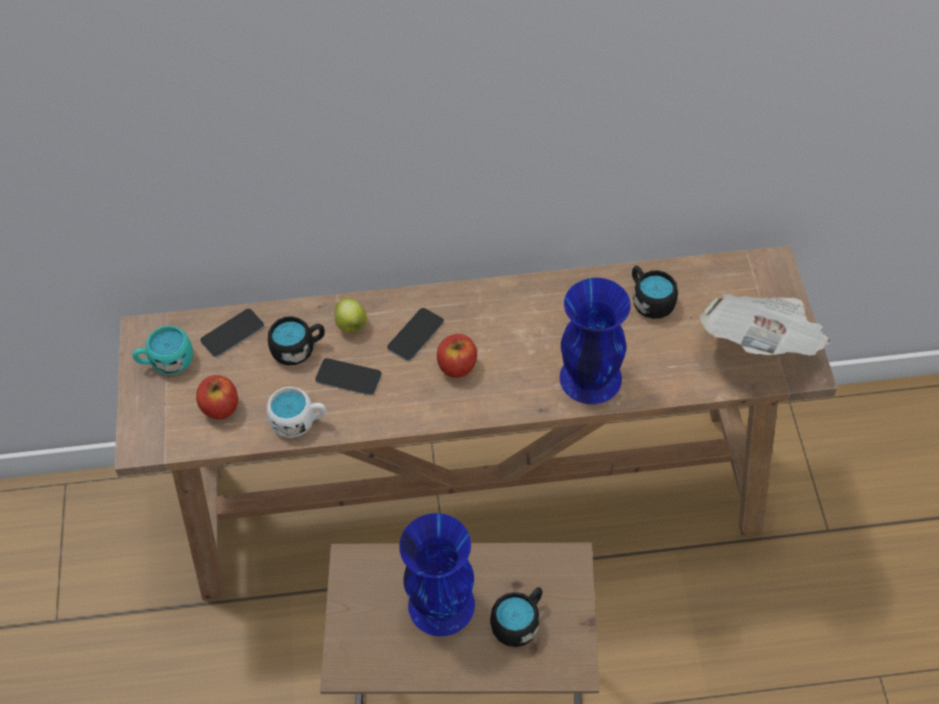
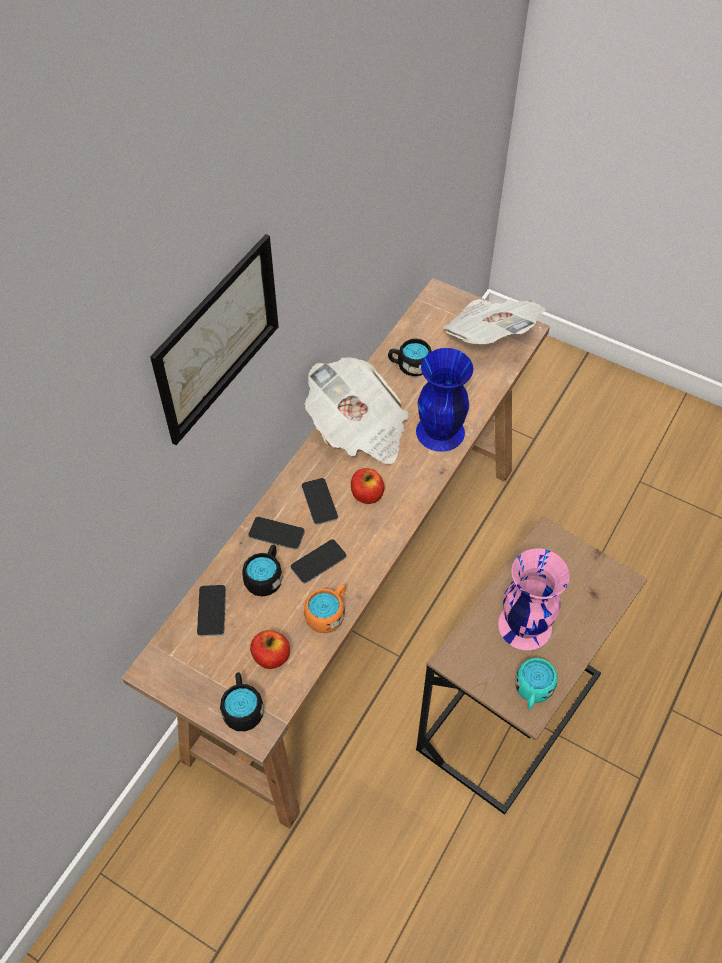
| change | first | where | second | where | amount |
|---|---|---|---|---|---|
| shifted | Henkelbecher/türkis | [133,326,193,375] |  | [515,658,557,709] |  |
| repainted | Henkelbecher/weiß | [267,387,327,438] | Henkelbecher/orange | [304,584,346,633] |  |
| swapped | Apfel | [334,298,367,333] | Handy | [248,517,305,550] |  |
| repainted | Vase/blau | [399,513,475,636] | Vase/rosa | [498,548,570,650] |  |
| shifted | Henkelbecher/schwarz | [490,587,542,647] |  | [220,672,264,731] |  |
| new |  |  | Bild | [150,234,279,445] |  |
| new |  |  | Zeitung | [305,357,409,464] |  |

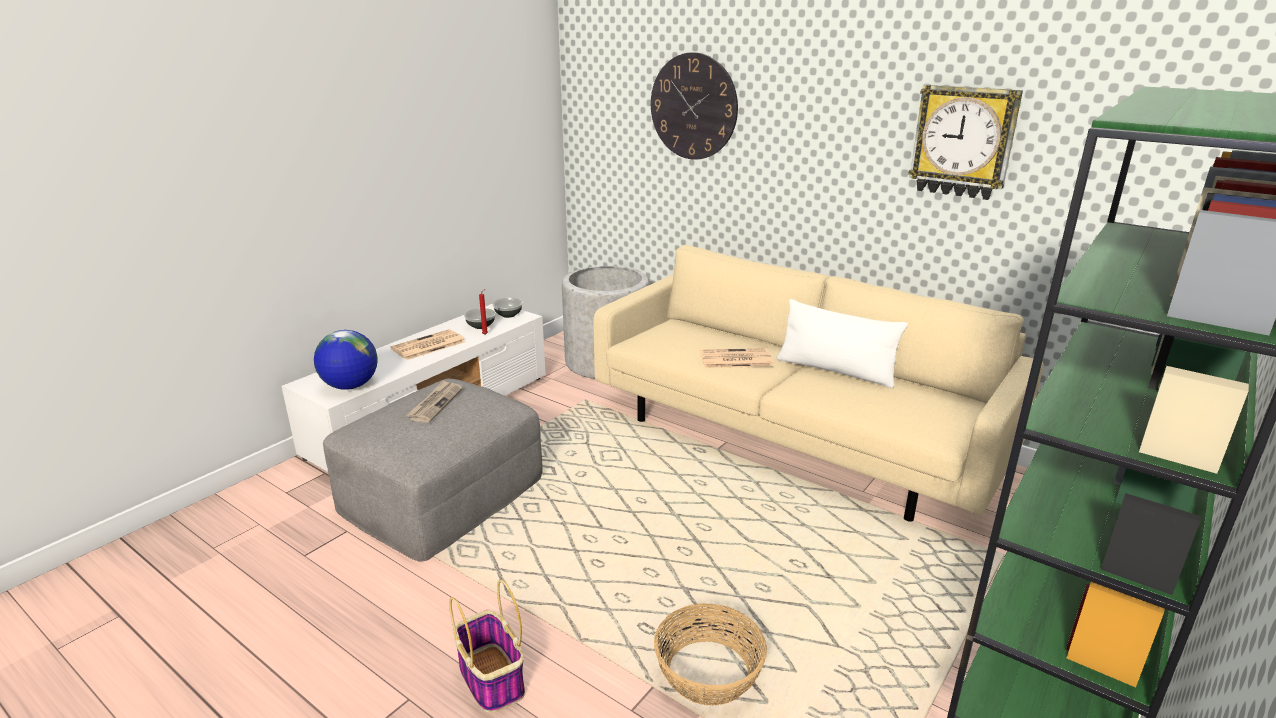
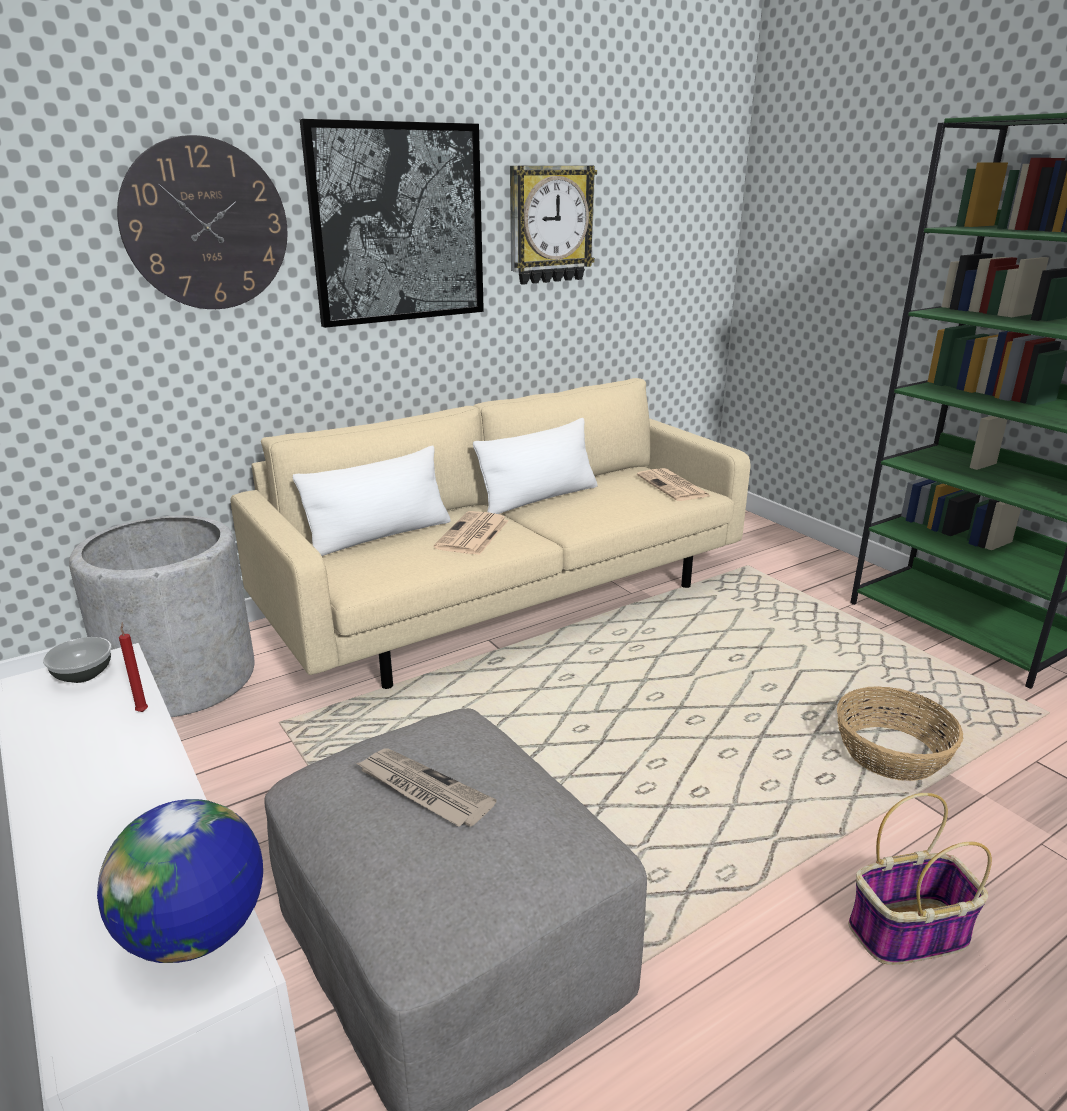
| change | first | where | second | where | amount |
|---|---|---|---|---|---|
| shifted | Zeitung | [390,329,466,360] |  | [637,468,710,501] |  |
| gone | Schüssel | [464,308,496,329] |  |  |  |
| new |  |  | Kissen/weiß | [293,446,451,556] |  |
| new |  |  | Bild | [300,119,484,328] |  |

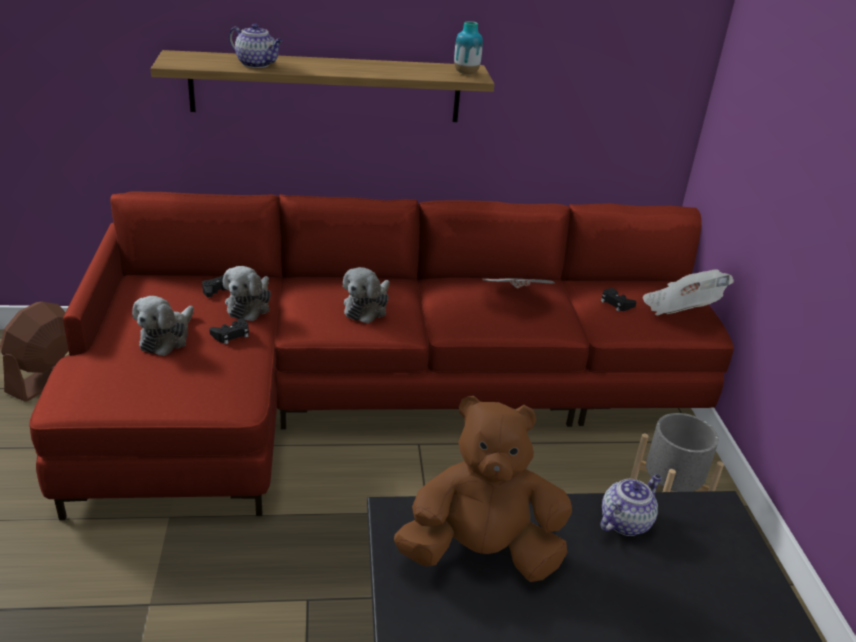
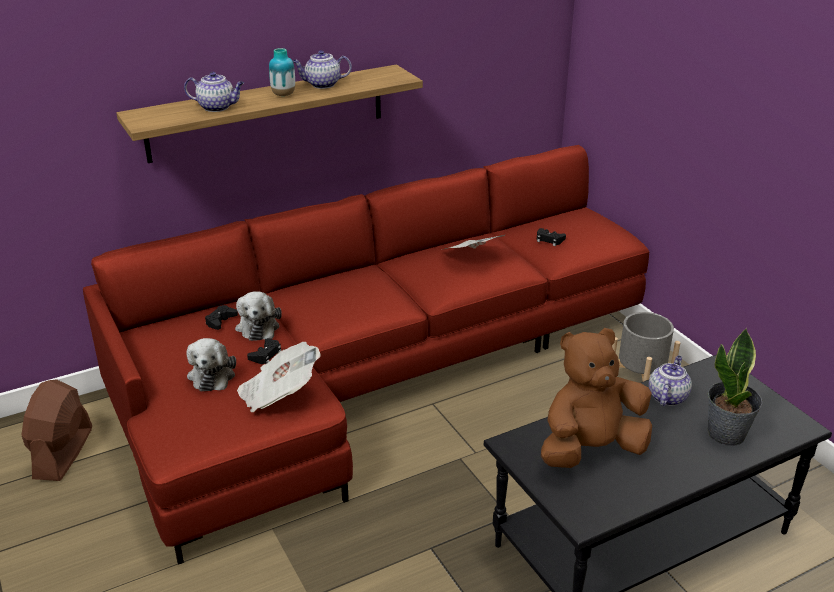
| change | first | where | second | where | amount |
|---|---|---|---|---|---|
| gone | Plüschtier | [343,267,390,324] |  |  |  |
| shifted | Vase | [454,21,483,74] |  | [269,48,295,96] |  |
| shifted | Zeitung | [642,269,734,315] |  | [237,342,320,412] |  |
| new |  |  | Teekanne | [293,50,352,89] |  |
| new |  |  | Topfpflanze | [707,328,762,446] |  |

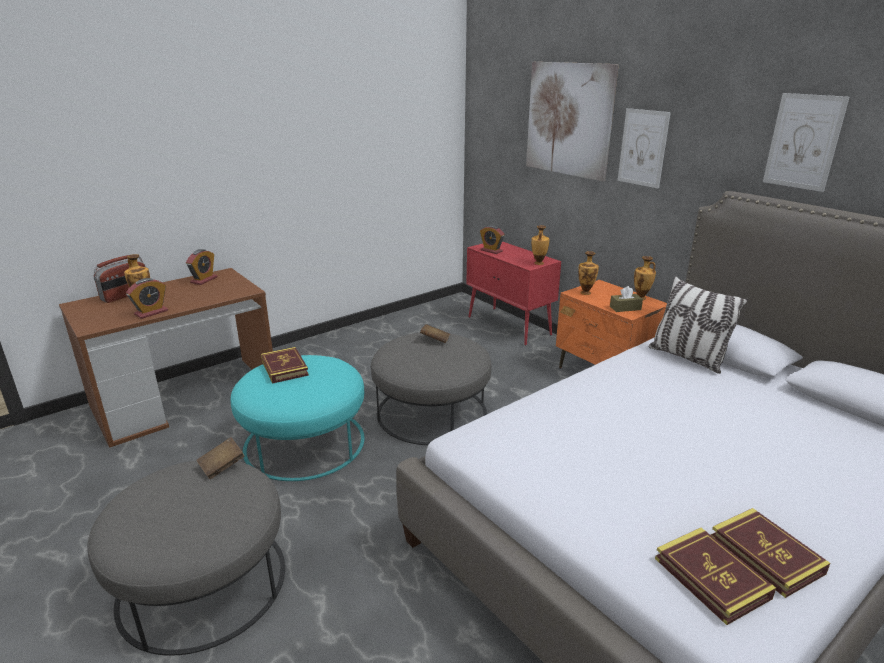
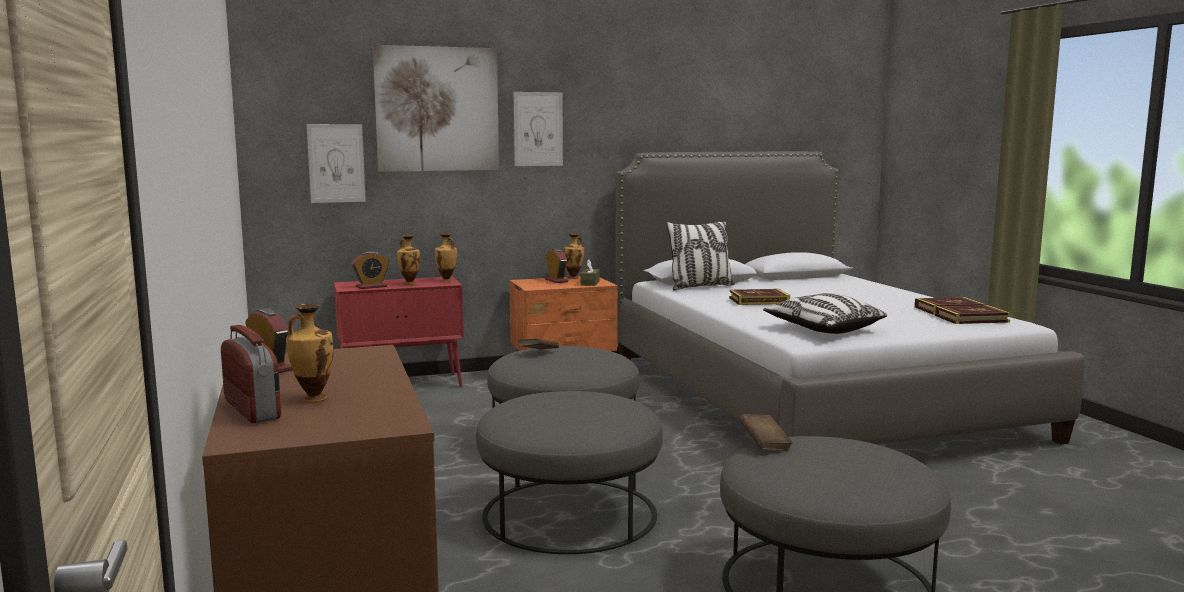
| change | first | where | second | where | amount |
|---|---|---|---|---|---|
| shifted | Wecker | [126,278,168,319] |  | [545,248,568,283] |  |
| repainted | Polsterhocker/türkis | [231,355,364,481] | Polsterhocker/grau | [476,391,663,554] |  |
| shifted | Buch | [261,347,309,384] |  | [729,289,790,305] |  |
| shifted | Vase | [578,251,599,295] |  | [397,235,420,285] |  |
| shifted | Bild | [763,93,849,192] |  | [307,124,366,203] |  |
| new |  |  | Kissen | [763,293,887,334] |  |

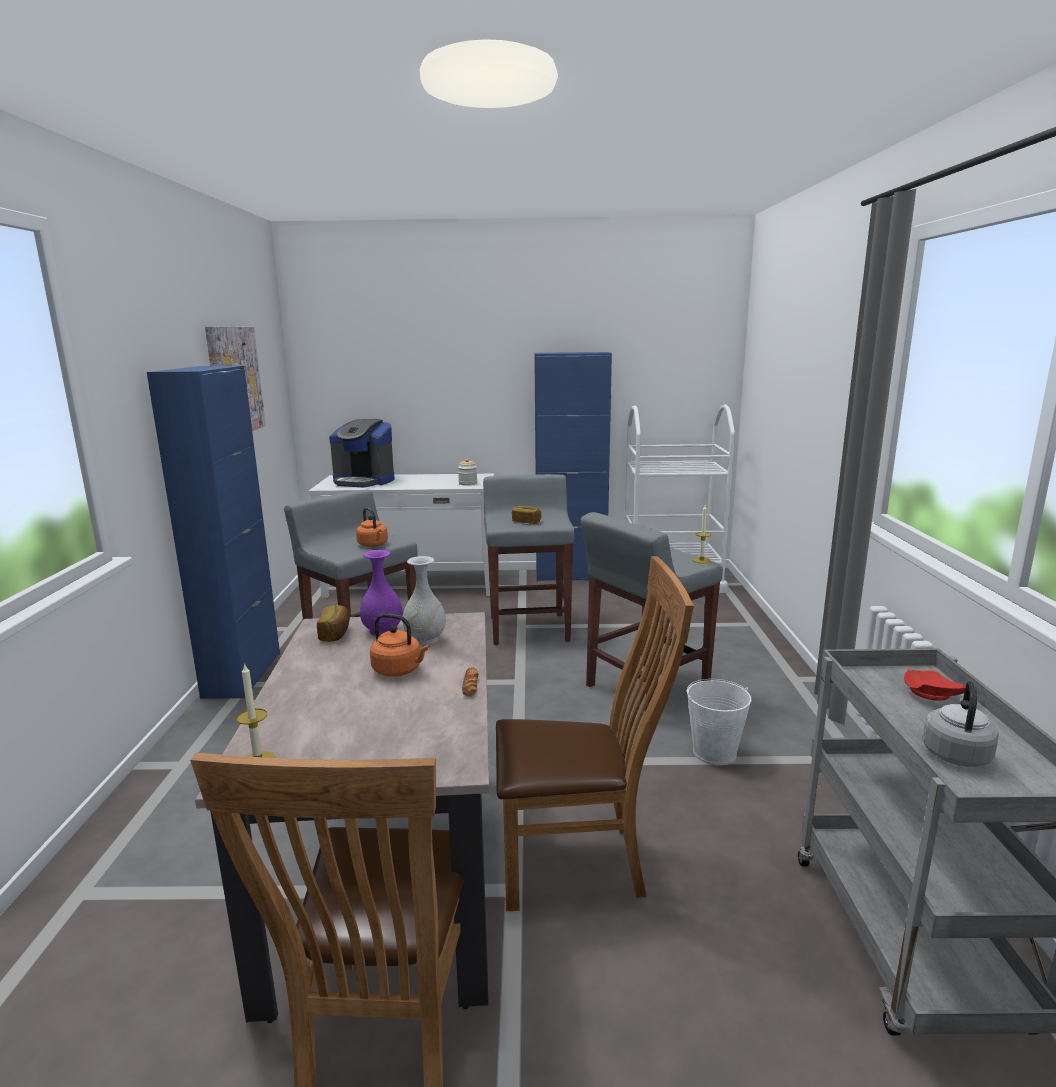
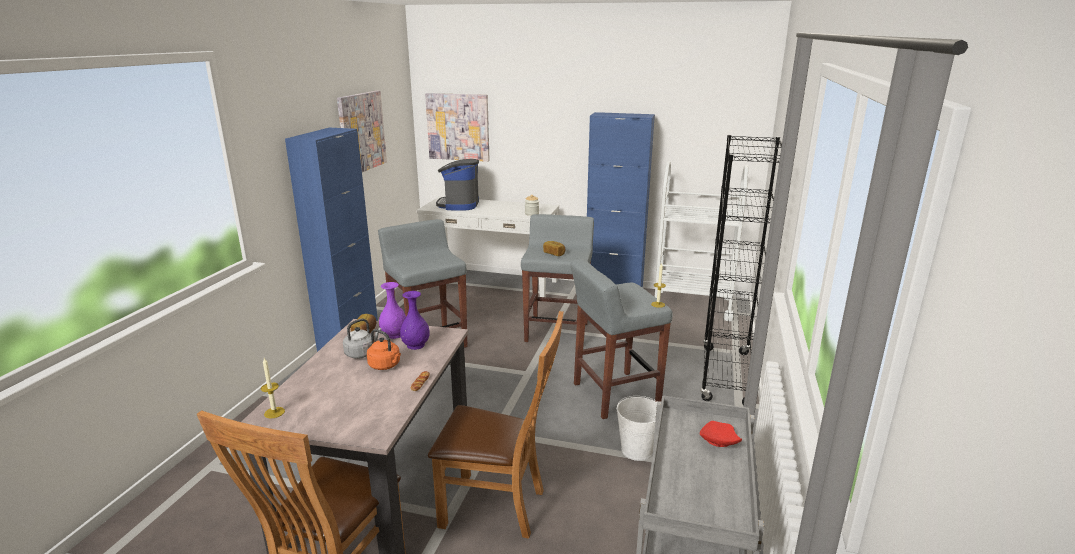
| change | first | where | second | where | amount |
|---|---|---|---|---|---|
| rotated | Kaffeemaschine | [329,419,395,487] |  | [436,159,479,211] | 60 degrees clockwise |
| gone | Wasserkessel/orange | [356,507,388,547] |  |  |  |
| repainted | Vase/weiß | [403,556,446,645] | Vase/lila | [400,291,430,350] |  |
| shifted | Wasserkessel/grau | [922,681,999,767] |  | [343,319,381,359] |  |
| new |  |  | Bild | [425,93,490,162] |  |
| new |  |  | Bücherregal/schwarz | [700,135,782,405] |  |

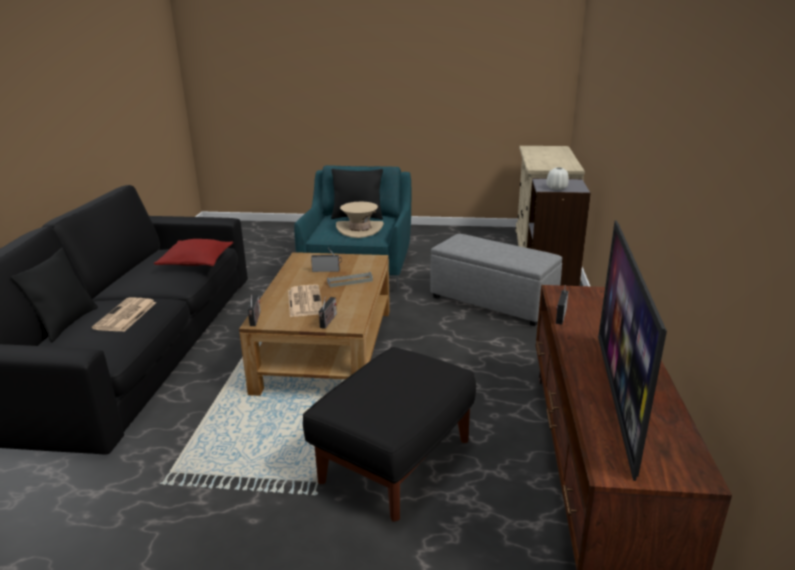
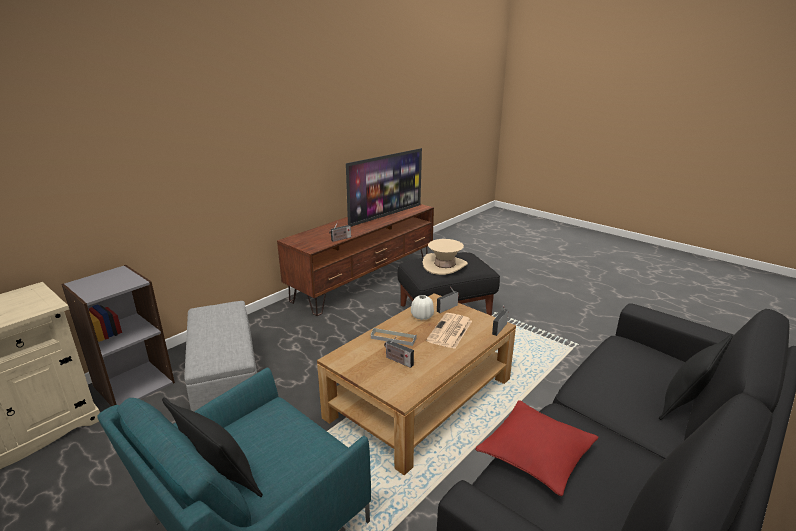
| change | first | where | second | where | amount |
|---|---|---|---|---|---|
| gone | Zeitung | [92,298,157,332] |  |  |  |
| shifted | Hut/beige | [336,202,384,238] |  | [423,239,468,275] |  |
| shifted | Vase/weiß | [546,167,569,190] |  | [411,295,434,320] |  |

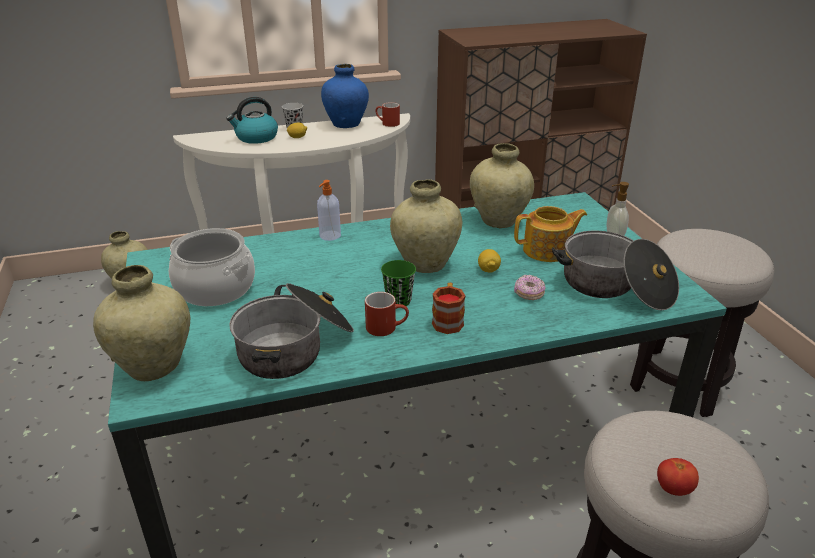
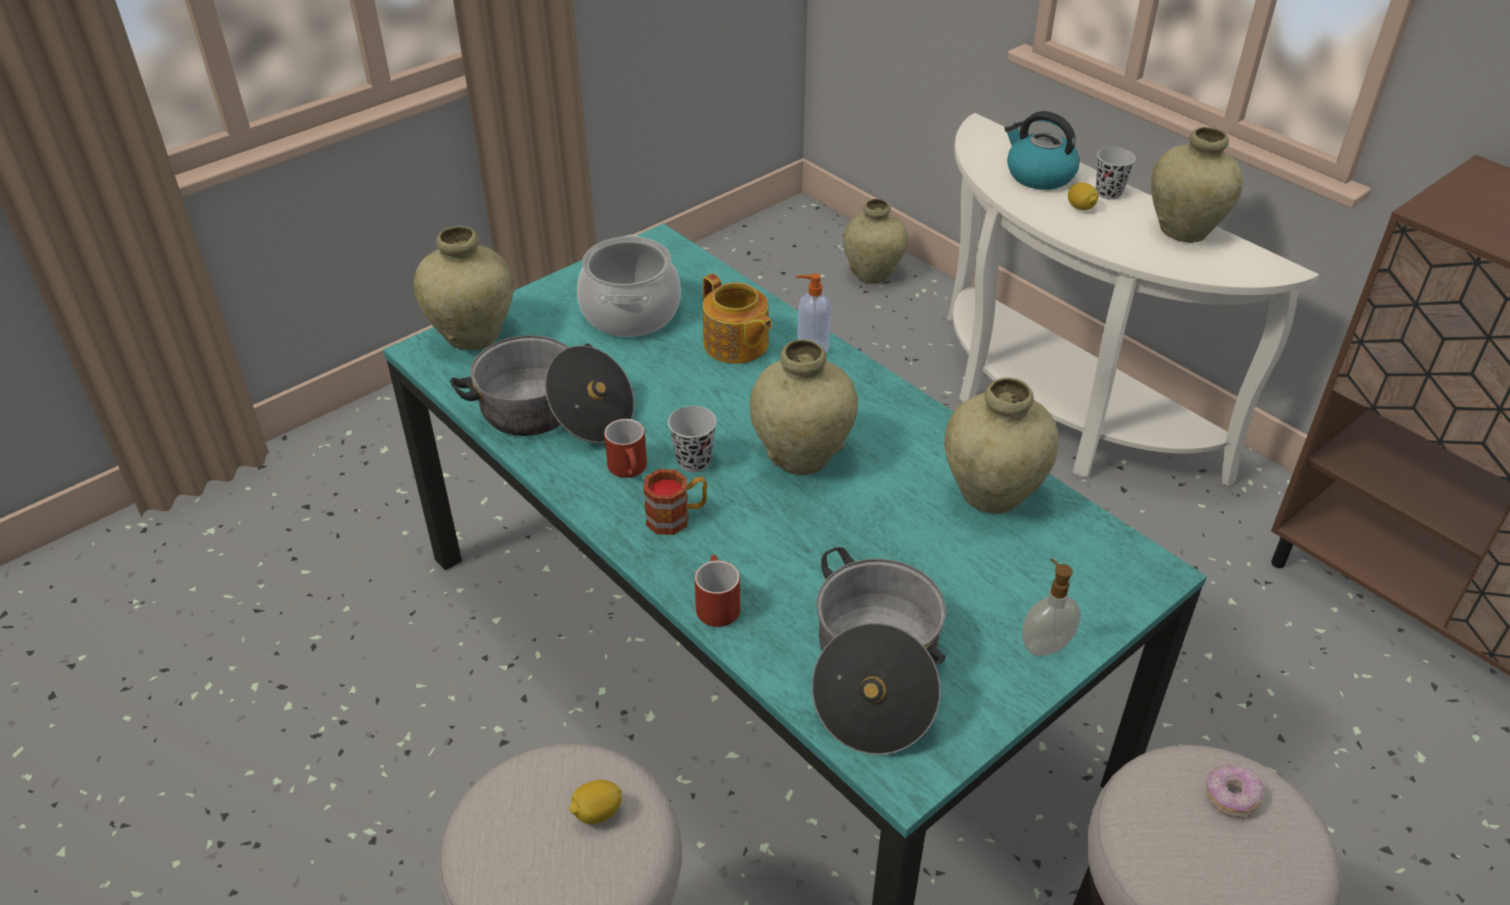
| change | first | where | second | where | amount |
|---|---|---|---|---|---|
| repainted | Vase/blau | [321,64,369,128] | Vase/beige | [1151,127,1243,243] |  |
| shifted | Henkelbecher/rot | [375,102,400,127] |  | [695,555,740,627] |  |
| repainted | Tasse/grün | [381,260,416,306] | Tasse/schwarz | [668,406,717,472] |  |
| shifted | Zitrone | [478,249,501,273] |  | [569,780,622,824] |  |
| shifted | Teekanne | [514,206,587,262] |  | [703,274,772,364] |  |
| shifted | Donut | [514,275,545,300] |  | [1206,764,1264,817] |  |
| gone | Tomate | [657,458,699,496] |  |  |  |

